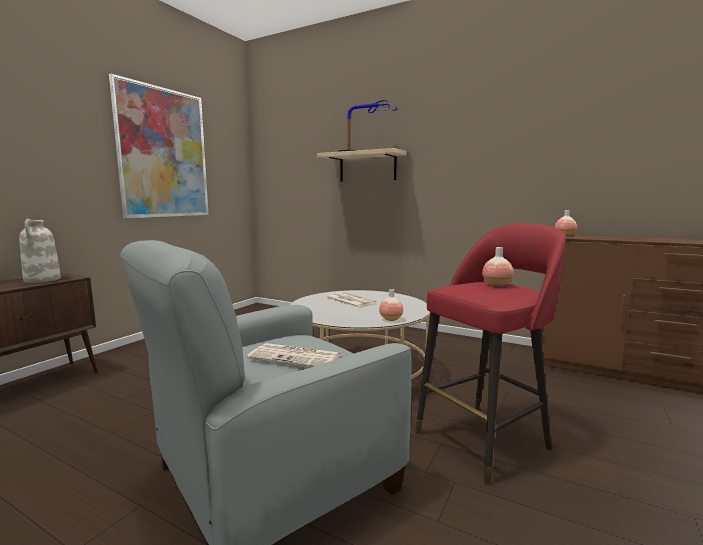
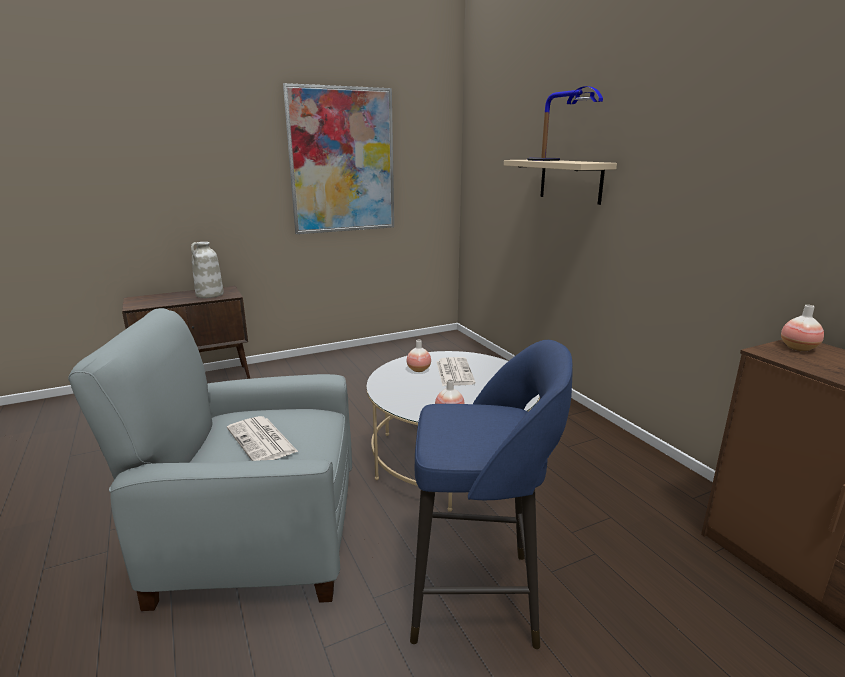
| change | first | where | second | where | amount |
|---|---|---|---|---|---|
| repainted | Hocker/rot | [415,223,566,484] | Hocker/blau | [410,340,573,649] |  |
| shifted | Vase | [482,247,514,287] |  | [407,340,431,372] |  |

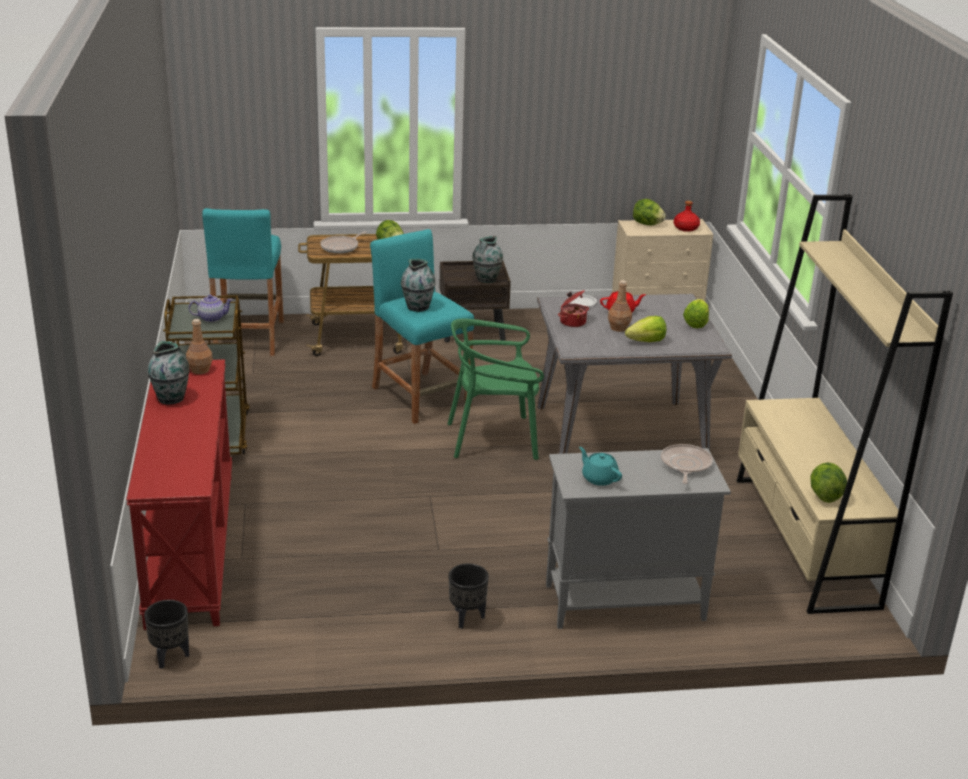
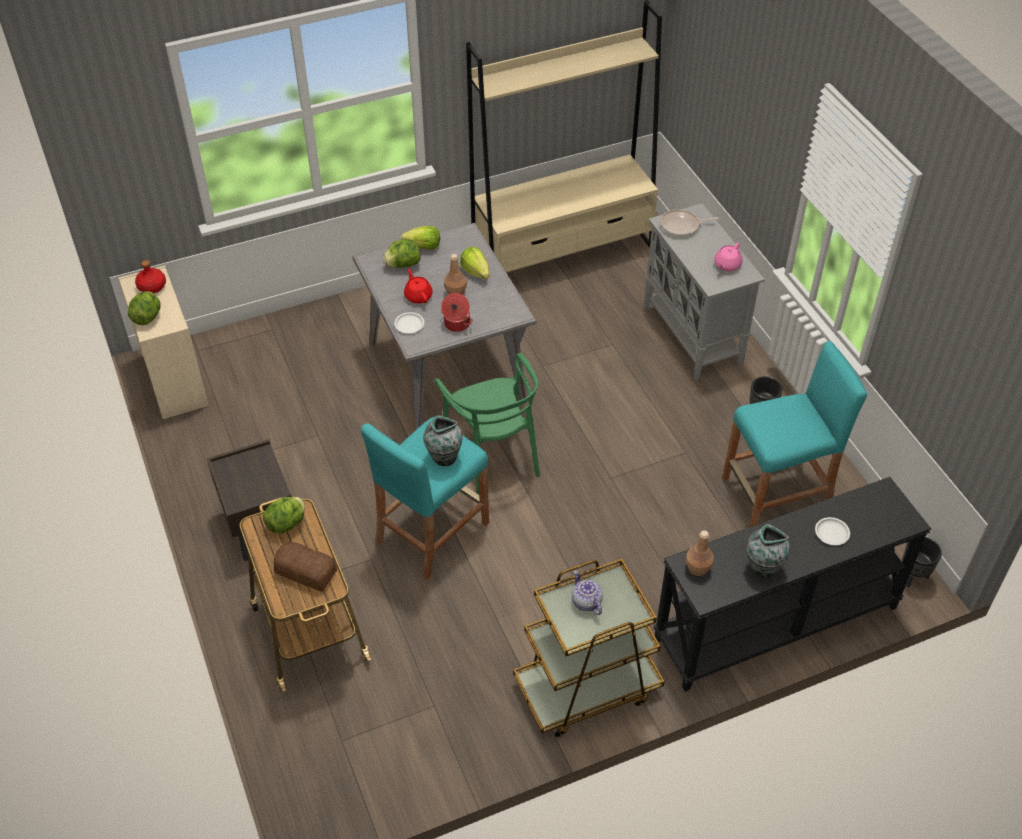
| change | first | where | second | where | amount |
|---|---|---|---|---|---|
| repainted | Konsolentisch/rot | [126,359,232,630] | Konsolentisch/schwarz | [654,477,931,691] |  |
| shifted | Hocker/türkis | [202,208,284,356] |  | [722,341,867,527] |  |
| swapped | Pfanne | [320,231,367,254] | Brot | [274,542,337,592] |  |
| gone | Vase | [472,236,503,283] |  |  |  |
| repainted | Teekanne/türkis | [579,447,622,486] | Teekanne/rosa | [714,243,743,271] |  |
| shifted | Salatkopf | [810,462,847,503] |  | [383,239,421,268] |  |
| new |  |  | Teller/weiß | [815,517,850,545] |  |

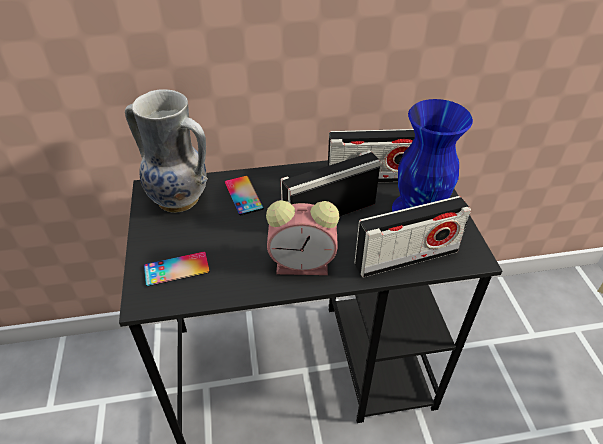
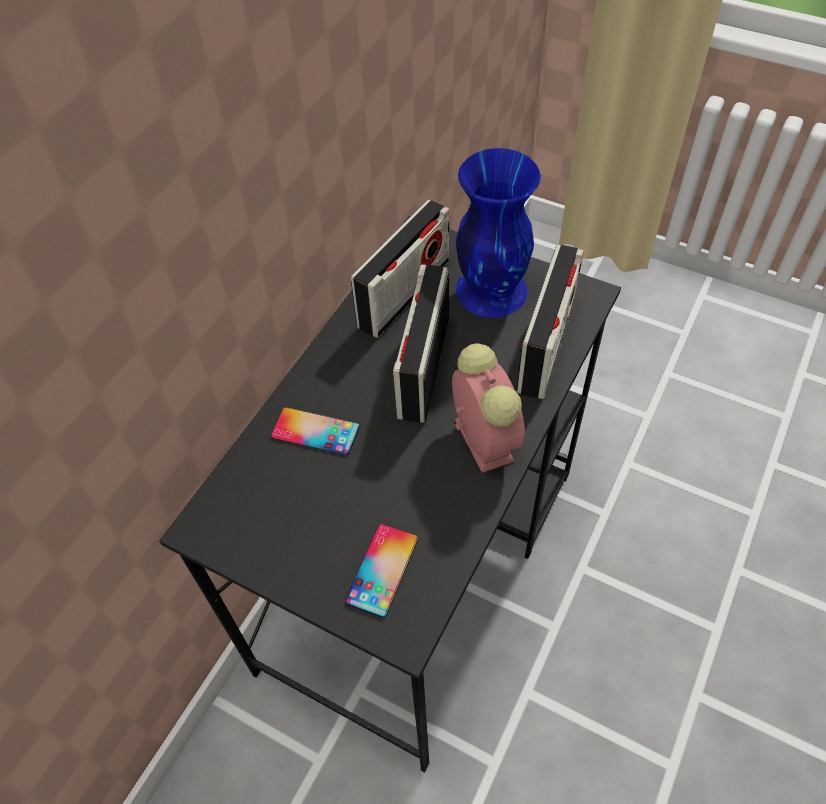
| change | first | where | second | where | amount |
|---|---|---|---|---|---|
| gone | Vase | [125,89,208,213] |  |  |  |
| rotated | Wecker | [266,200,339,275] |  | [452,344,525,473] | 60 degrees counterclockwise |

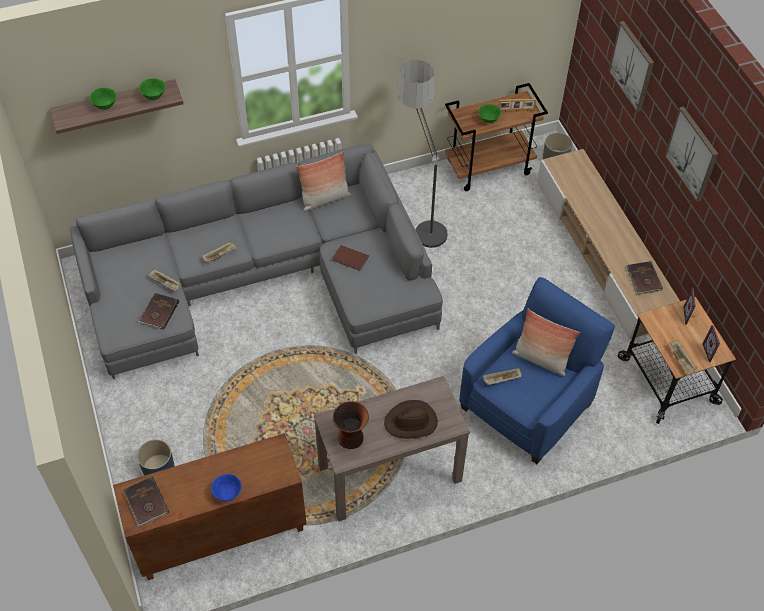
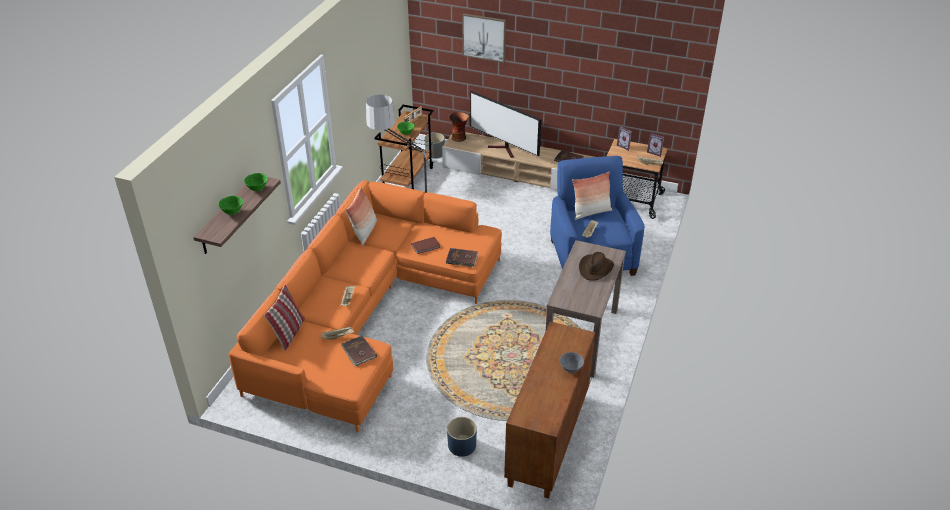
| change | first | where | second | where | amount |
|---|---|---|---|---|---|
| repainted | Sofa/grau | [70,144,443,379] | Sofa/orange | [228,180,502,432] |  |
| shifted | Buch/braun | [123,477,169,527] |  | [445,248,478,267] |  |
| repainted | Schüssel/blau | [211,474,242,501] | Schüssel/grau | [560,352,584,373] |  |
| shifted | Vase | [333,401,369,449] |  | [449,112,469,142] |  |
| gone | Bild | [664,106,718,202] |  |  |  |
| new |  |  | Kissen | [264,285,305,351] |  |
| new |  |  | Fernseher | [470,91,541,158] |  |

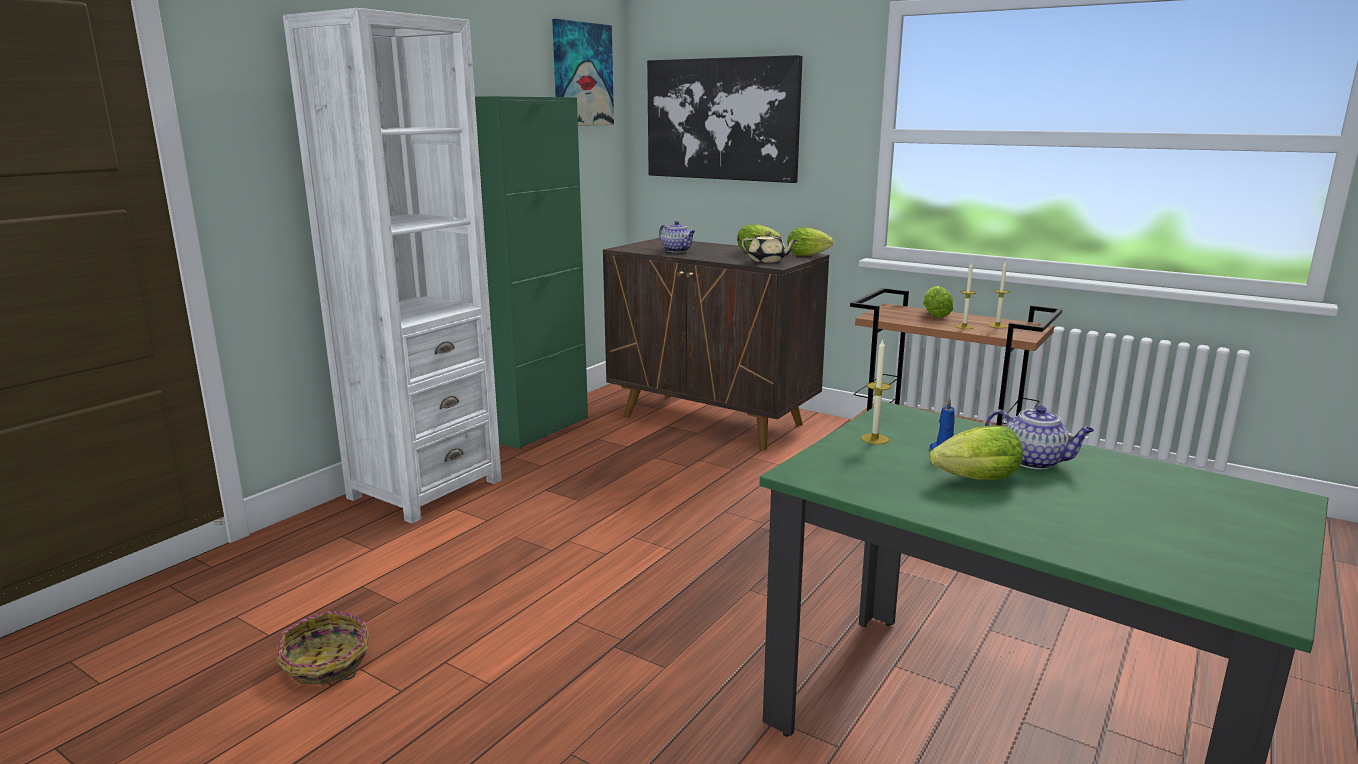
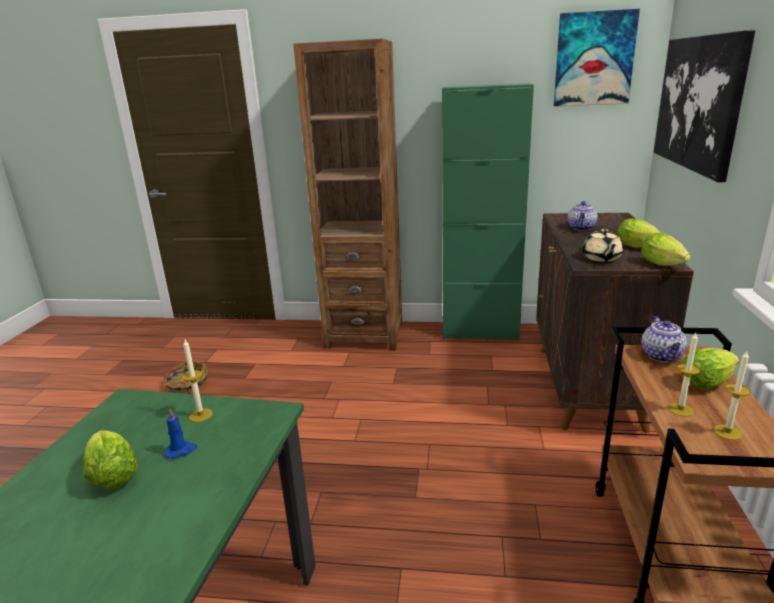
| change | first | where | second | where | amount |
|---|---|---|---|---|---|
| repainted | Bücherregal/weiß | [283,8,502,524] | Bücherregal/braun | [293,39,402,350] |  |
| shifted | Teekanne | [985,405,1094,469] |  | [641,317,687,362] |  |

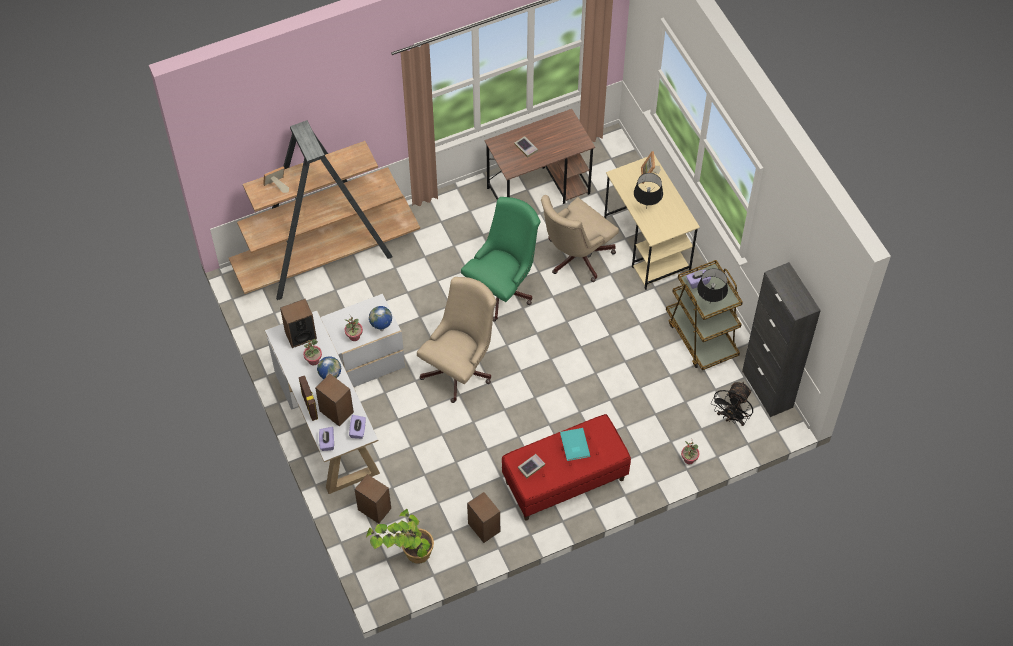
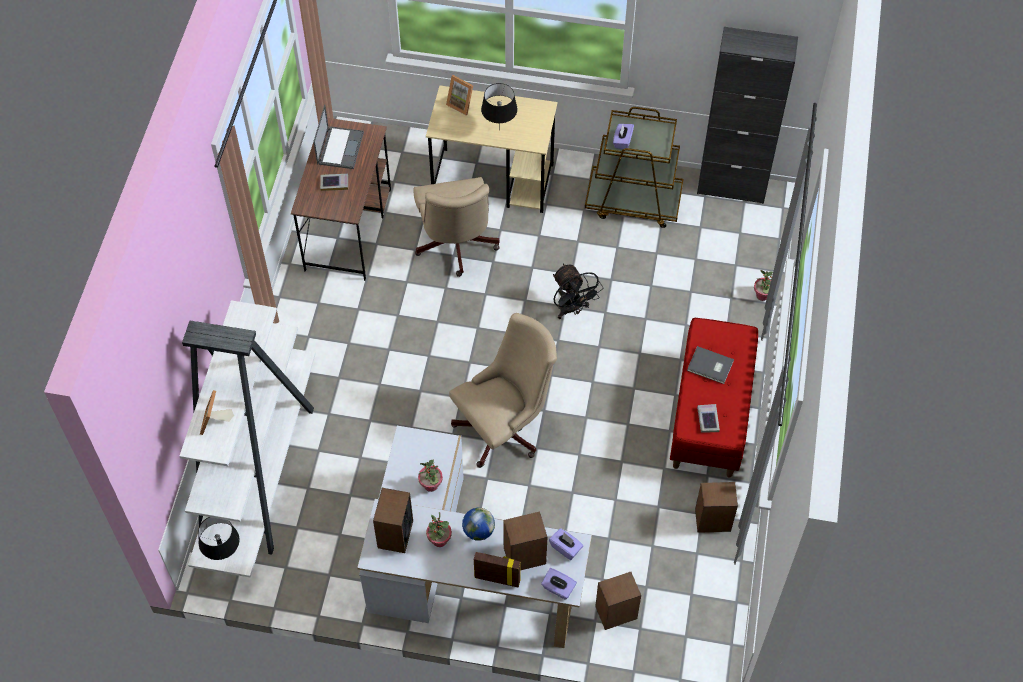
| change | first | where | second | where | amount |
|---|---|---|---|---|---|
| repainted | Bücherregal/braun | [229,120,420,300] | Bücherregal/weiß | [180,300,316,578] |  |
| gone | Topfpflanze | [366,509,434,564] |  |  |  |
| gone | Globus | [369,306,392,331] |  |  |  |
| rotated | Bürostuhl/beige | [417,277,497,403] |  | [449,313,557,468] | 75 degrees clockwise |
| gone | Bürostuhl/grün | [461,197,540,322] |  |  |  |
| repainted | Buch/türkis | [560,428,590,461] | Buch/grau | [687,346,734,384] |  |
| shifted | Tischlampe/schwarz | [697,268,728,302] |  | [198,517,240,560] |  |
| shifted | Ventilator/schwarz | [711,382,753,426] |  | [553,264,603,319] |  |
| new |  |  | Laptop | [313,105,364,169] |  |

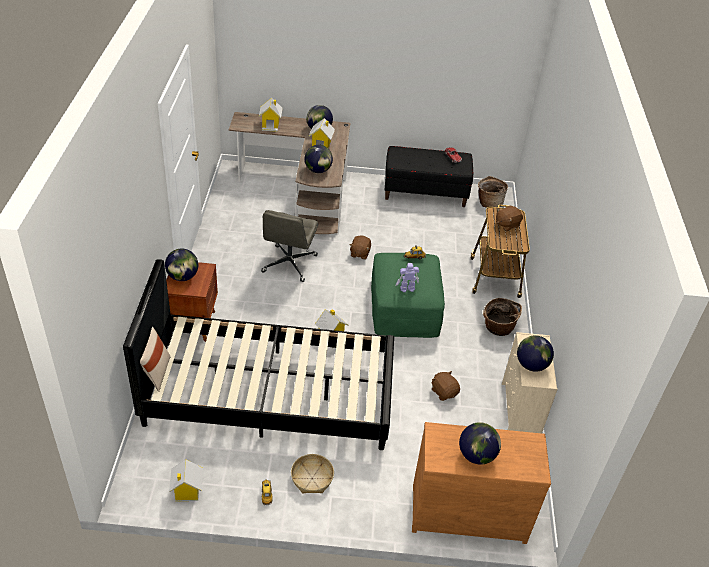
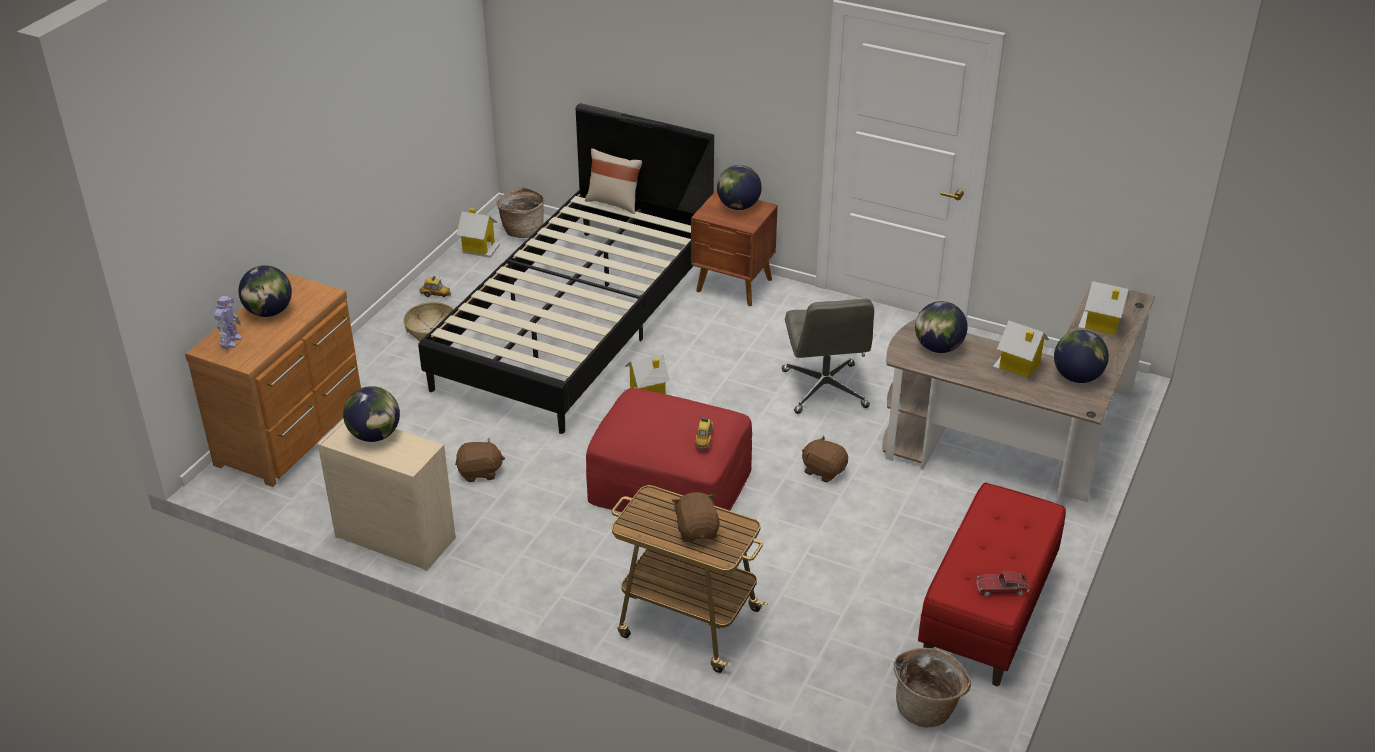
| change | first | where | second | where | amount |
|---|---|---|---|---|---|
| rotated | Bürostuhl/grau | [261,210,318,282] |  | [782,299,874,414] | 135 degrees counterclockwise |
| repainted | Polsterhocker/grün | [371,253,445,338] | Polsterhocker/rot | [586,388,752,512] |  |
| repainted | Bank/schwarz | [385,146,473,207] | Bank/rot | [918,483,1066,686] |  |
| shifted | Spielzeugroboter | [396,263,419,292] |  | [214,296,242,349] |  |
| shifted | Korb | [483,298,522,336] |  | [497,187,544,238] |  |

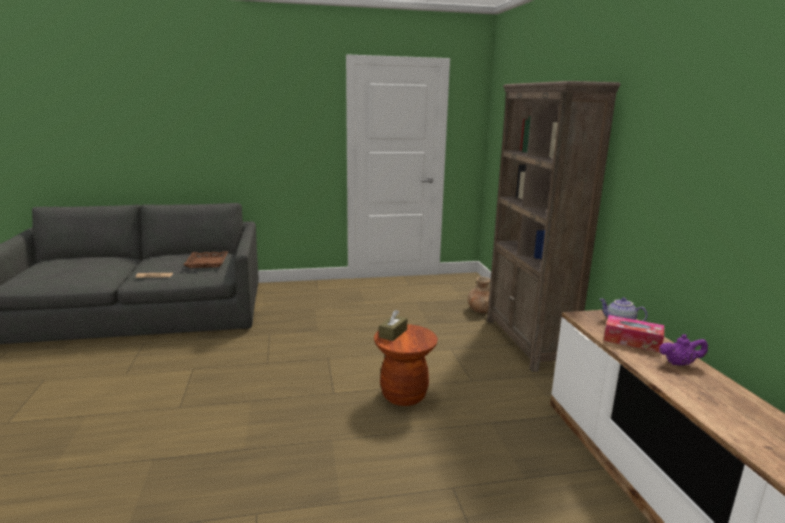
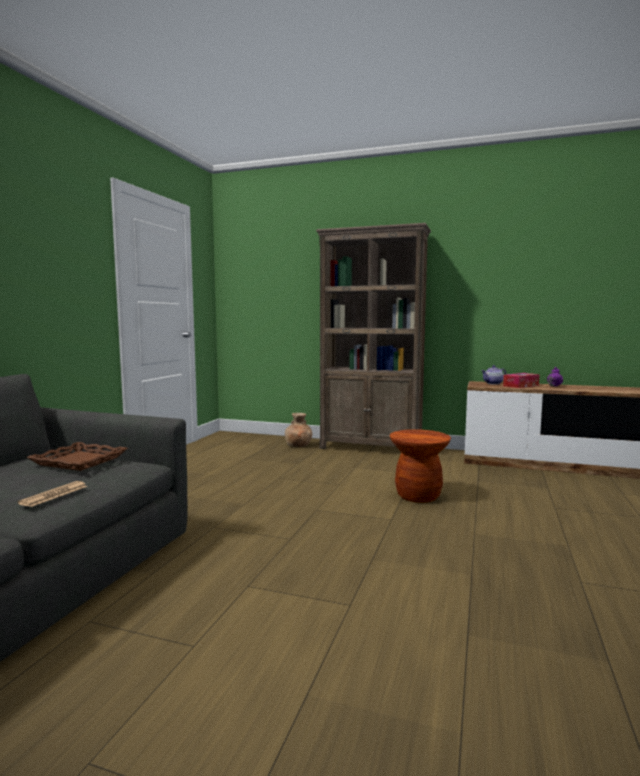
| change | first | where | second | where | amount |
|---|---|---|---|---|---|
| gone | Taschentuchbox/braun | [379,310,407,341] |  |  |  |

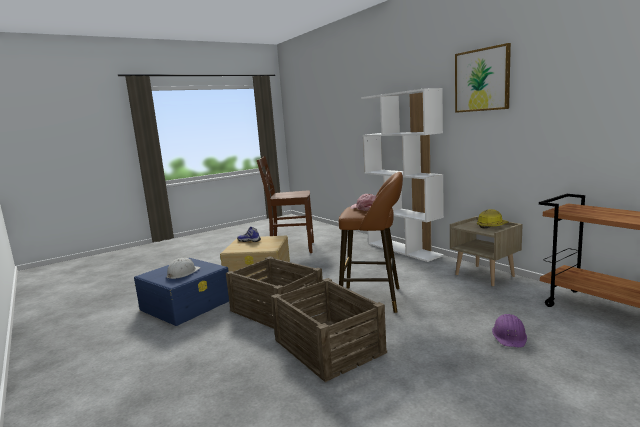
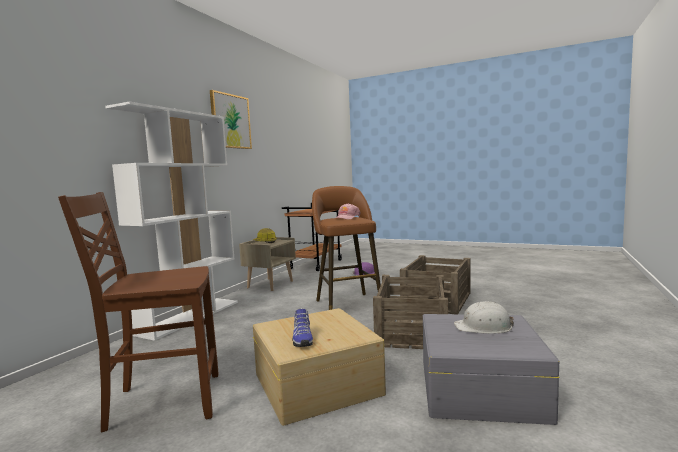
| change | first | where | second | where | amount |
|---|---|---|---|---|---|
| repainted | Aufbewahrungsbox/blau | [134,258,229,326] | Aufbewahrungsbox/grau | [423,314,560,425] |  |
| rotated | Stuhl/braun | [257,156,314,253] |  | [58,192,219,433] | 105 degrees clockwise |

